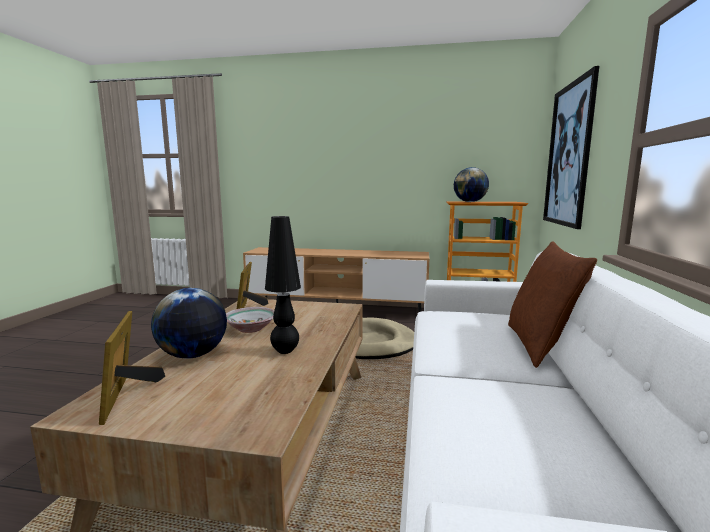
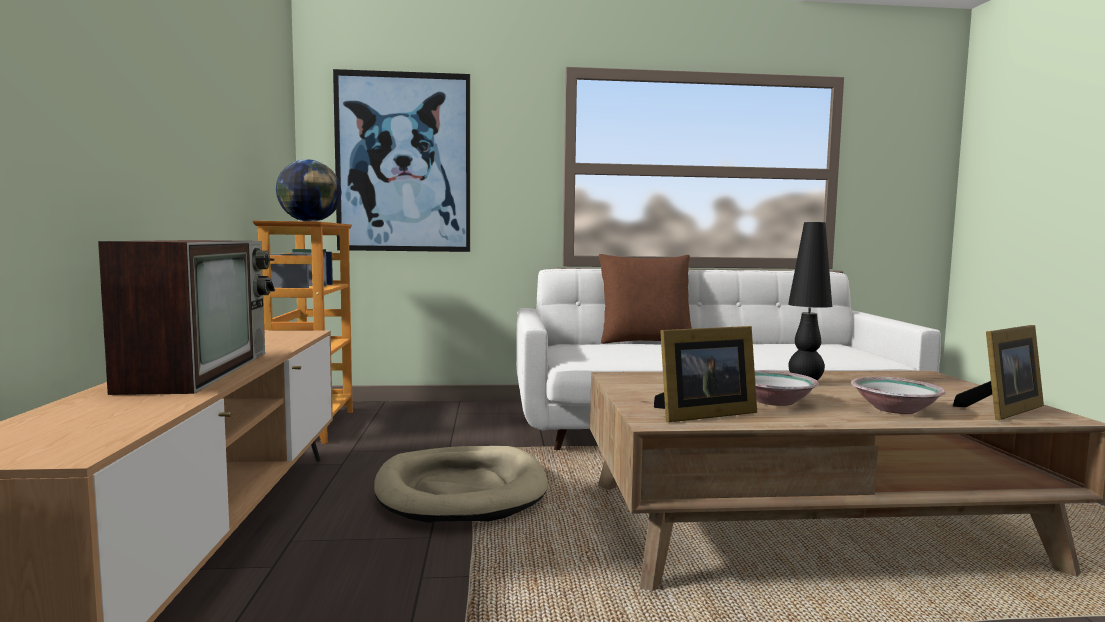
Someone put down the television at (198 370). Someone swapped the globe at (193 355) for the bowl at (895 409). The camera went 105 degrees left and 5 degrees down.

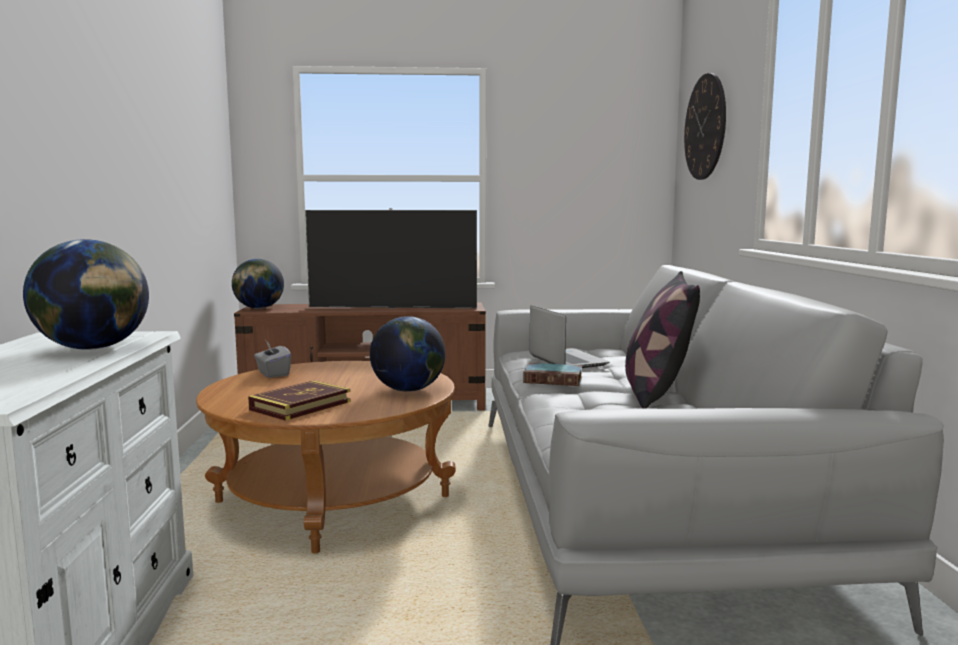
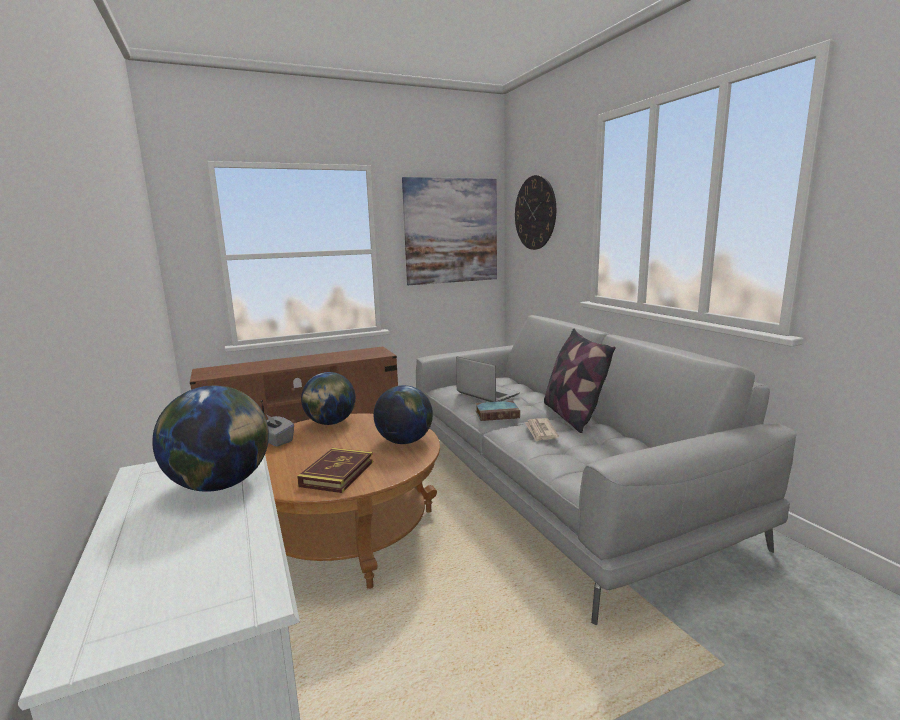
Someone carried the globe from (259 308) to (330 423). Someone put up the picture at (451 231). Someone put down the newspaper at (540 431). Someone took away the television at (392 308). The camera went 20 degrees left and 5 degrees up.

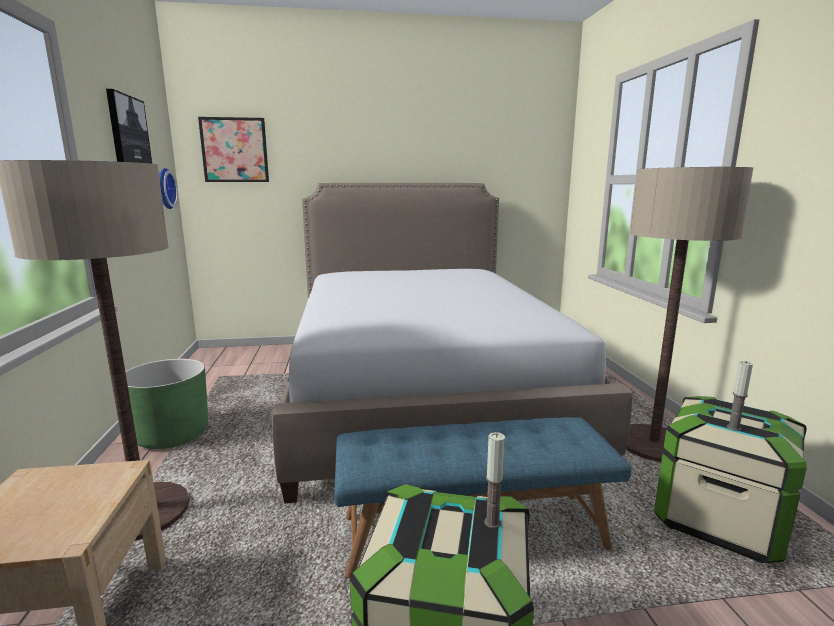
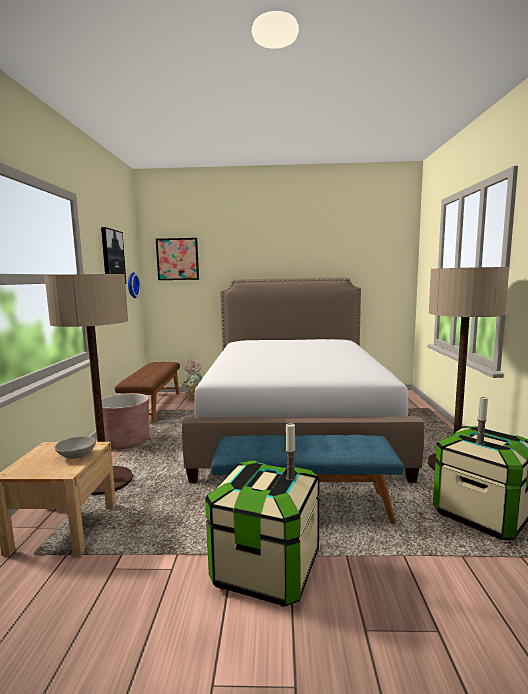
Someone put down the grey bowl at (76 456). Someone repainted the green planter at (171 435), which became the brown planter at (126 442). Someone put down the brown bench at (152 406). Someone put down the potted plant at (193 398). The camera went 10 degrees right and 5 degrees down.

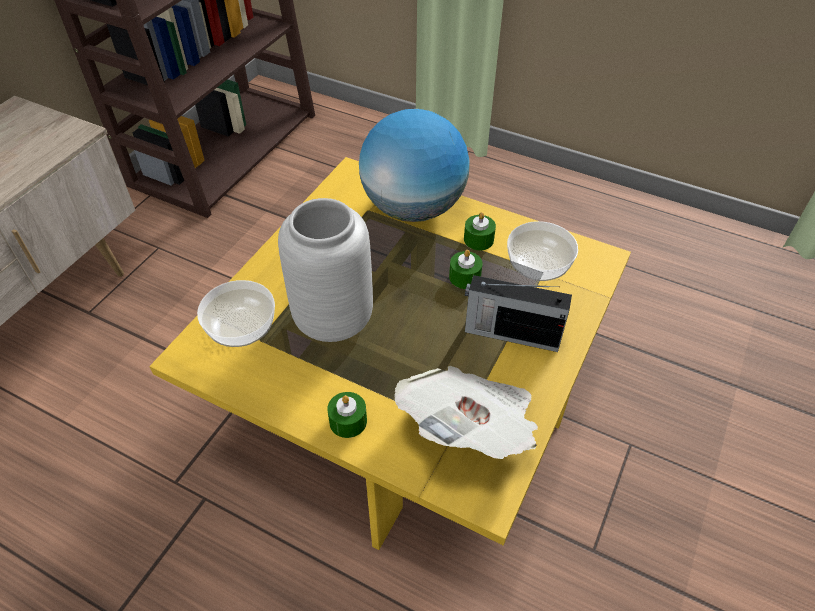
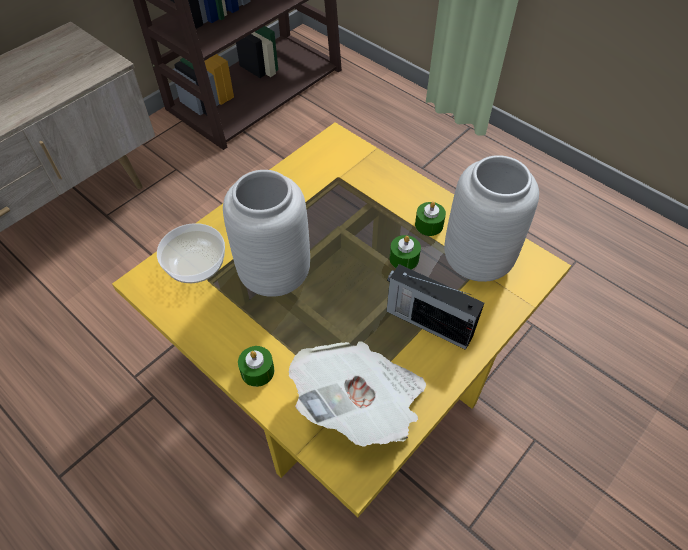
Someone swapped the bowl at (537 264) for the grey vase at (476 259). Someone took away the globe at (414 208). The camera went 15 degrees right and 5 degrees up.

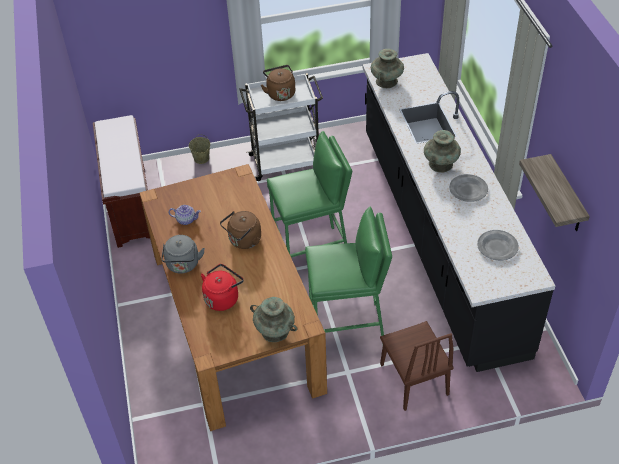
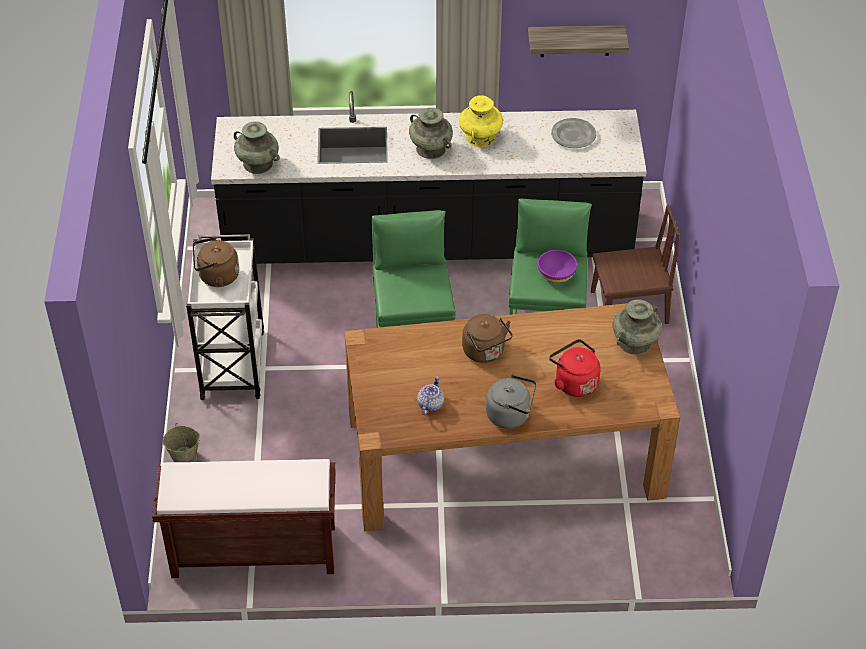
Someone swapped the grey plate at (468 190) for the yellow vase at (480 137). Someone put down the purple bowl at (556 275). The camera went 80 degrees left and 0 degrees up.

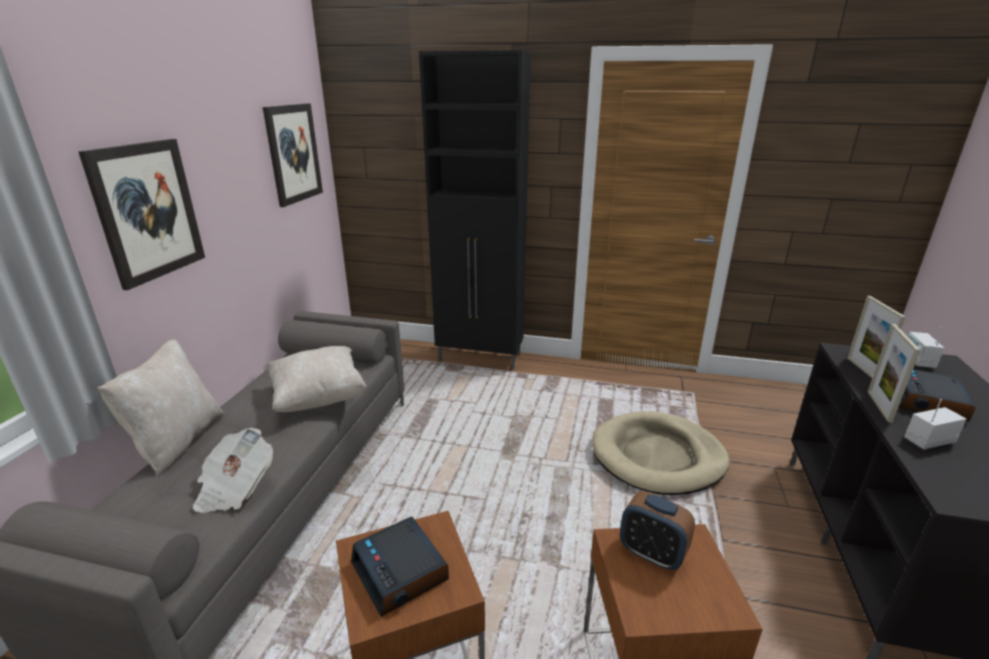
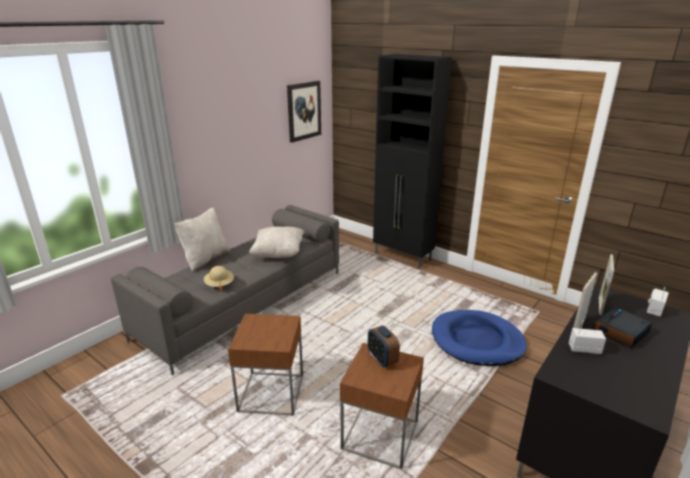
Someone swapped the newspaper at (235 487) for the beige hat at (219 284). Someone repainted the beige dog bed at (658 456), which became the blue dog bed at (477 341). Someone took away the picture at (147 211). Someone took away the alarm clock at (401 572). The camera went 25 degrees right and 0 degrees up.

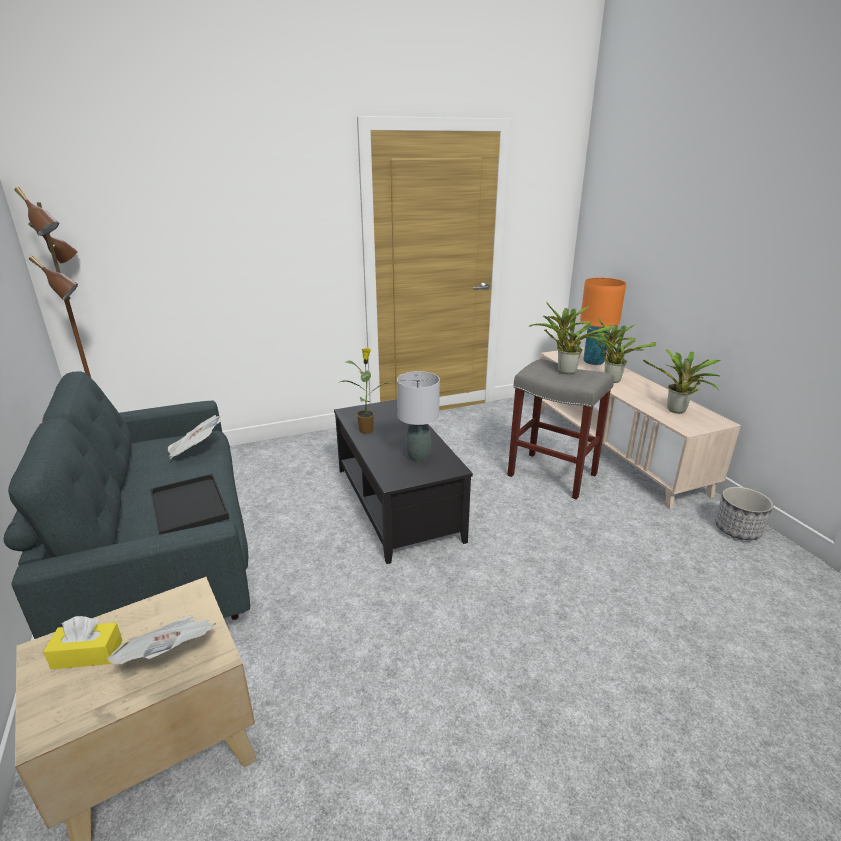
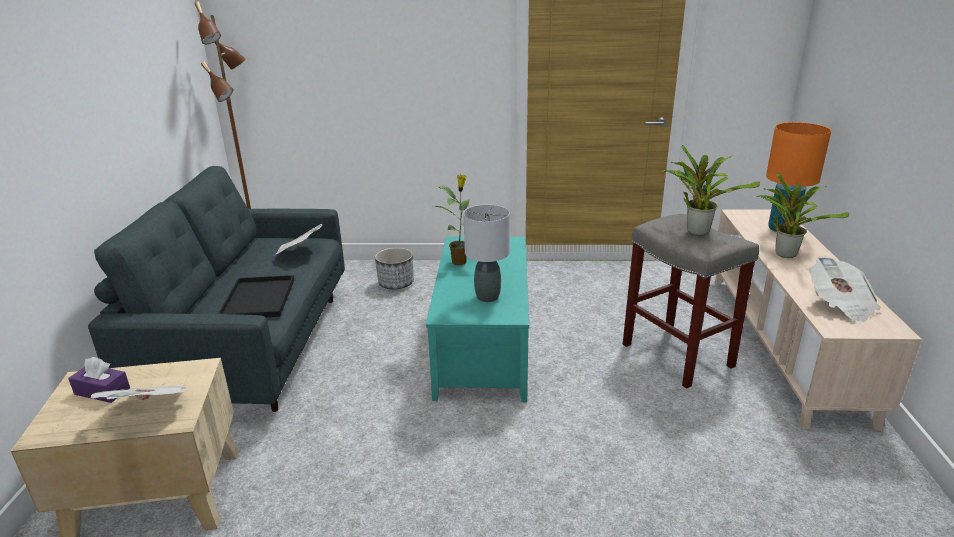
Someone repainted the yellow tissue box at (87 654), which became the purple tissue box at (102 391). Someone carried the planter from (737 530) to (396 283). Someone repainted the black coffee table at (395 503), which became the turquoise coffee table at (481 346). Someone swapped the potted plant at (677 411) for the newspaper at (840 305). The camera went 25 degrees right and 0 degrees up.

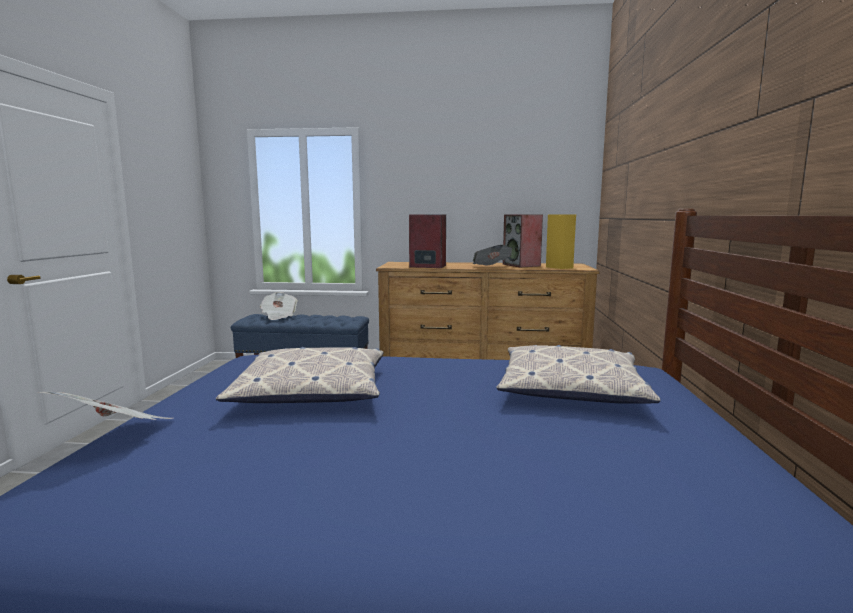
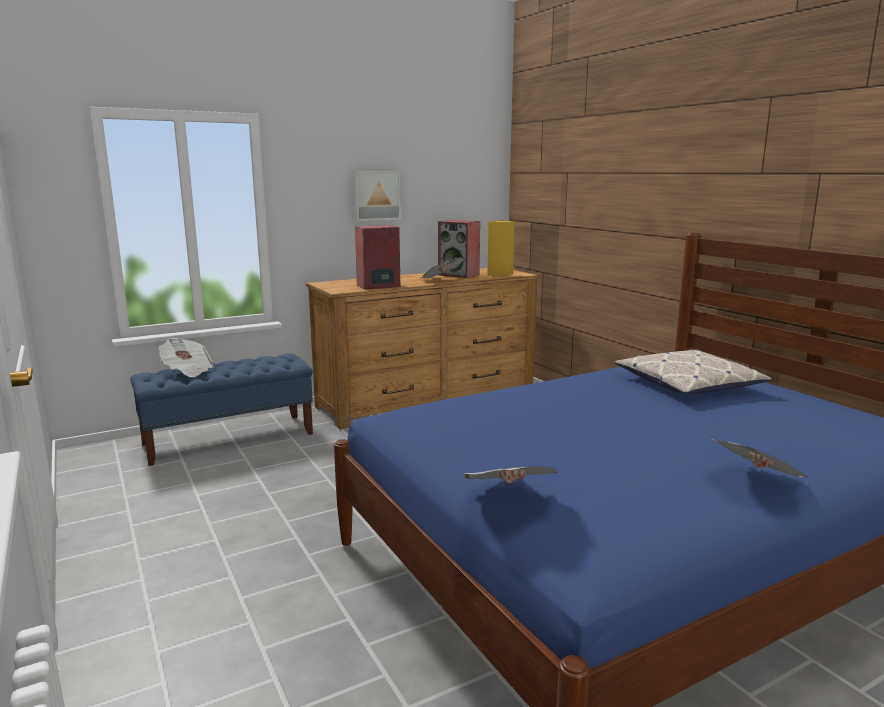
Someone put up the picture at (376 195). Someone put down the newspaper at (759 483). Someone took away the pillow at (312 390). The camera went 35 degrees left and 5 degrees up.

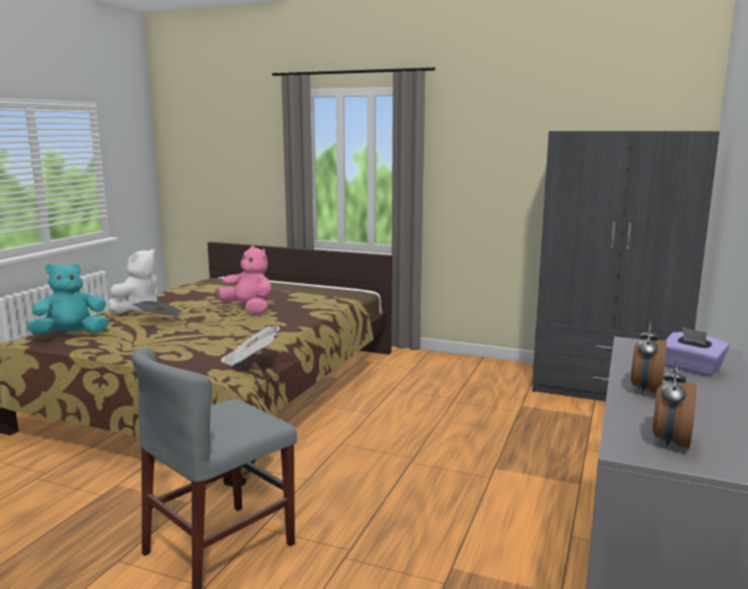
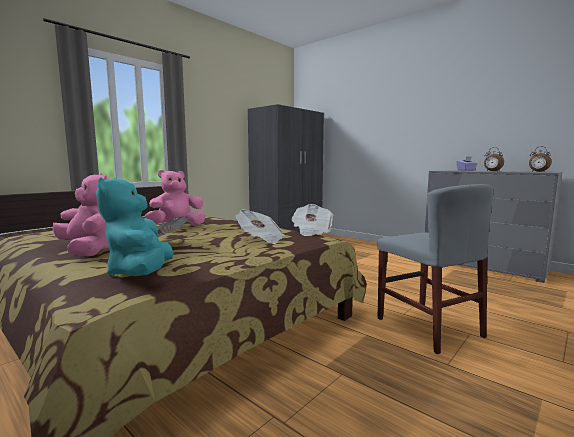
Someone repainted the white plush toy at (138 310), which became the pink plush toy at (88 251). Someone put down the newspaper at (260 239). The camera went 70 degrees left and 5 degrees down.

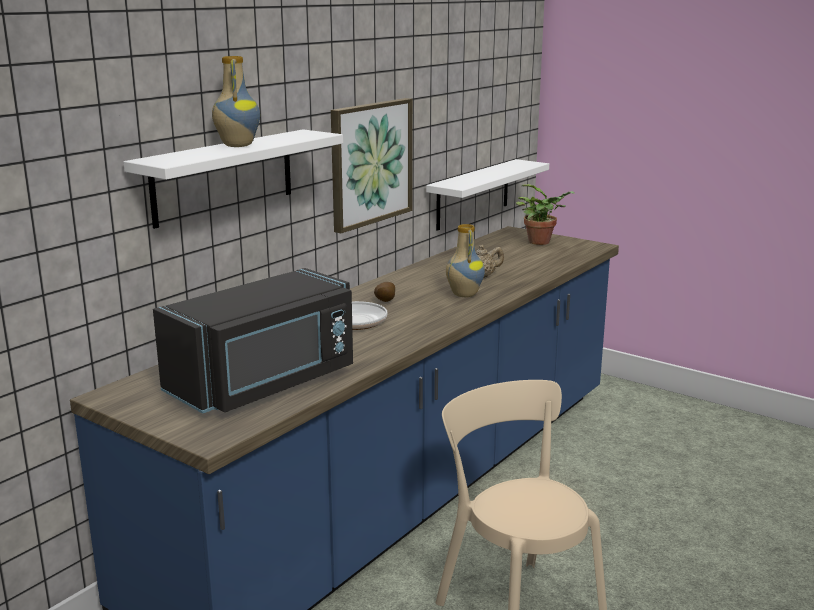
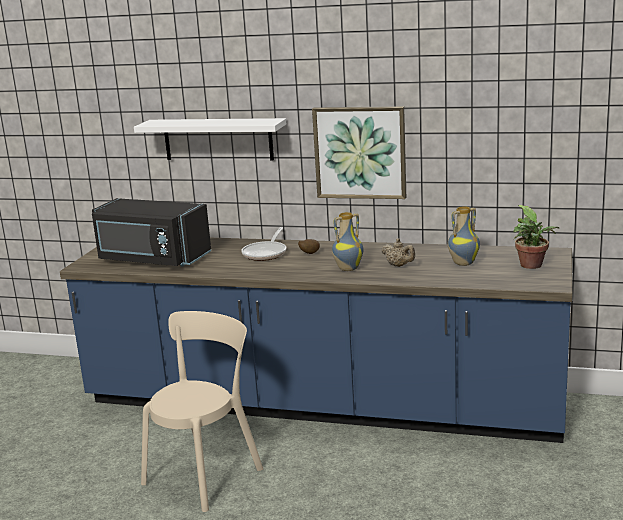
Someone carried the vase from (236 145) to (463 263). Someone took away the white shelf at (473 194). The camera went 70 degrees right and 0 degrees up.

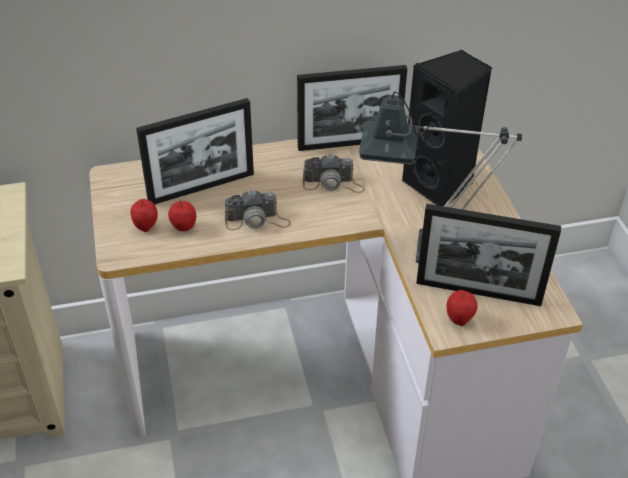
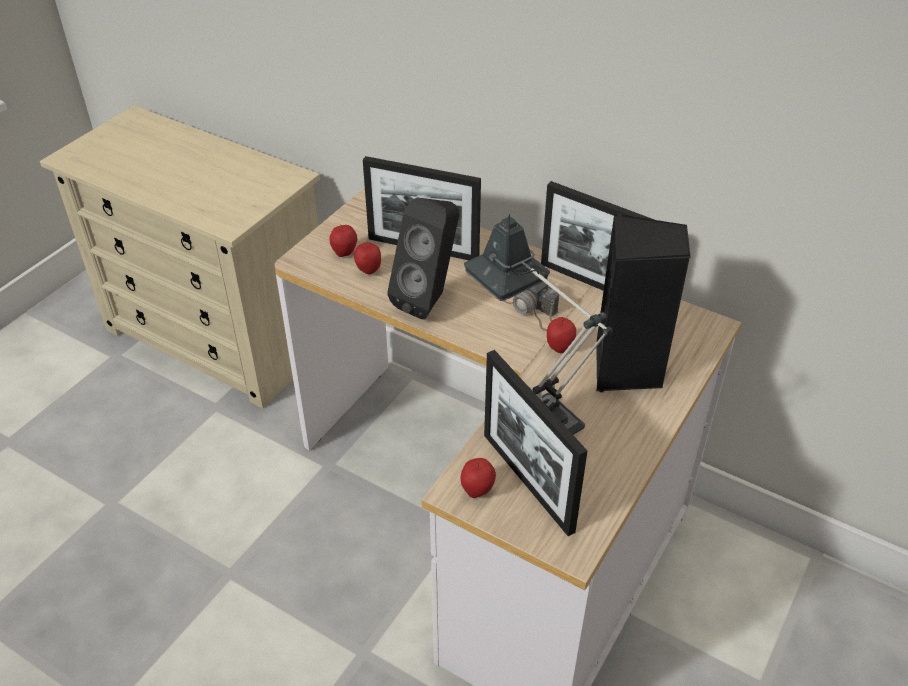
Someone swapped the photo camera at (257 220) for the black speaker at (429 299). Someone put down the apple at (559 348). The camera went 45 degrees right and 0 degrees up.

